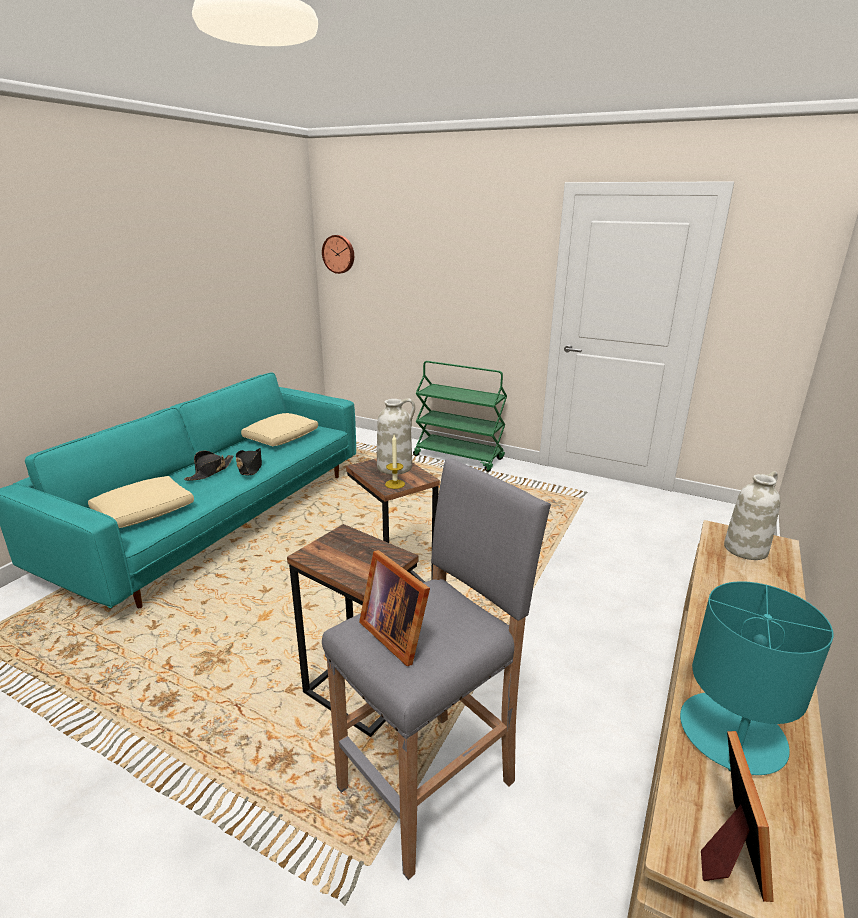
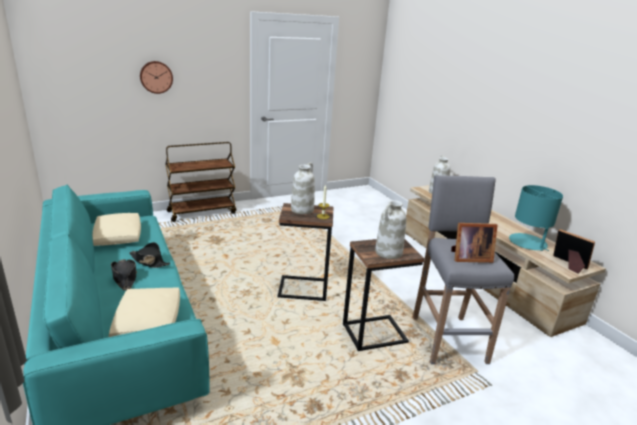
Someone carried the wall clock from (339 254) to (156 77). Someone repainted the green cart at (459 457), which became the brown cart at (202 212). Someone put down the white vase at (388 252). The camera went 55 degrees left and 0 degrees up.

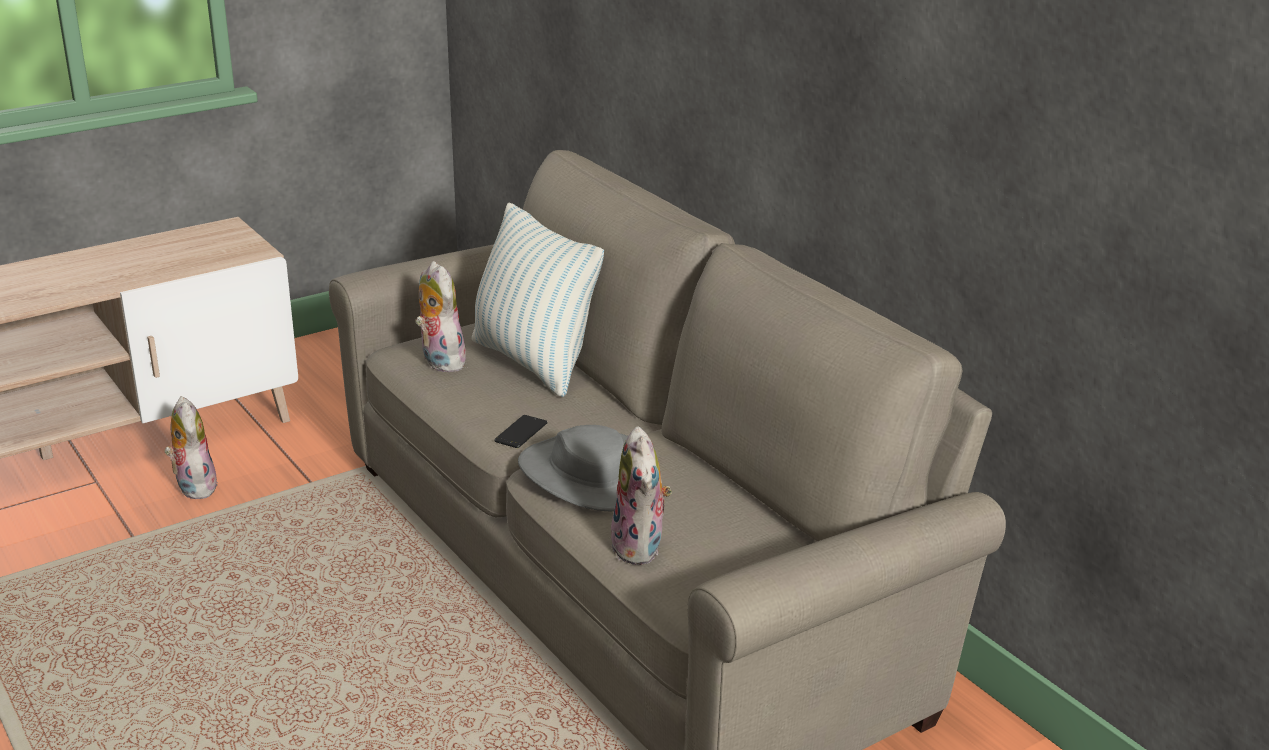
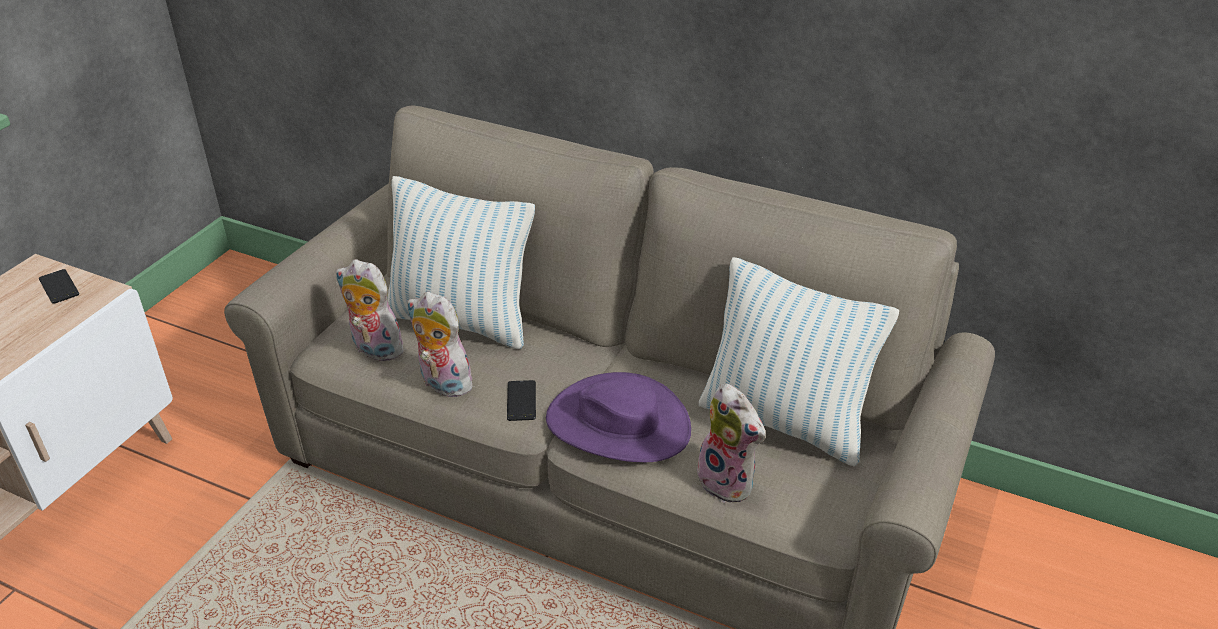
Someone put down the phone at (59 287). Someone carried the plush toy from (193 486) to (442 384). Someone repainted the grey hat at (587 474), which became the purple hat at (618 423). Someone put down the pillow at (784 421). The camera went 30 degrees left and 10 degrees up.

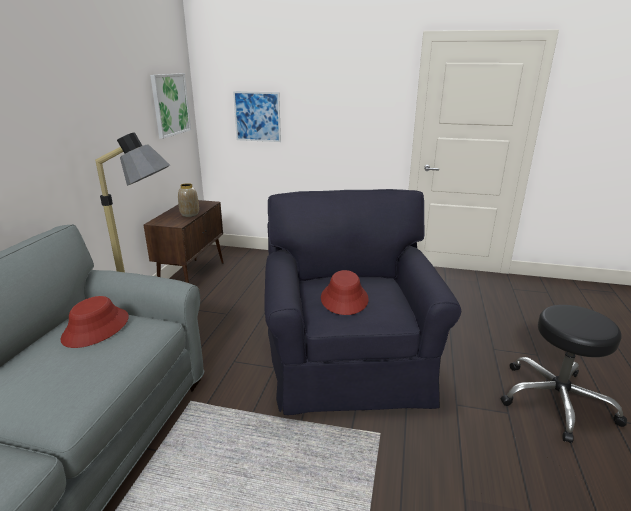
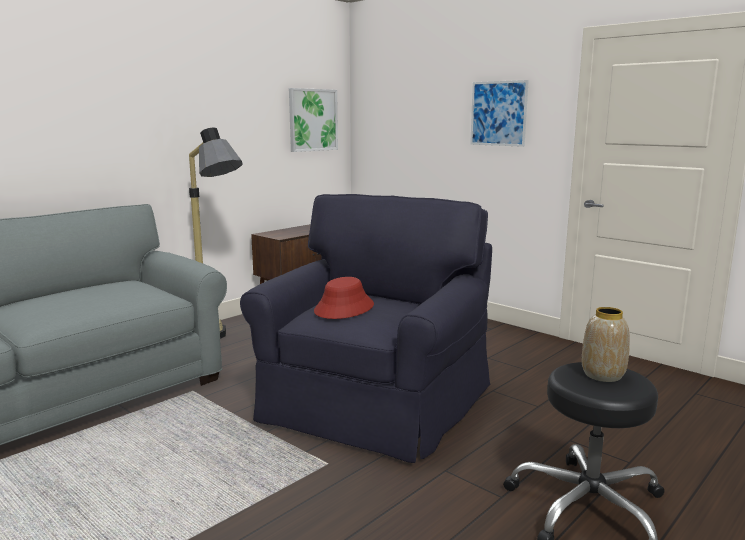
Someone carried the picture from (257 116) to (498 113). Someone carried the vase from (190 214) to (603 375). Someone took away the red hat at (96 328). The camera went 30 degrees right and 10 degrees down.

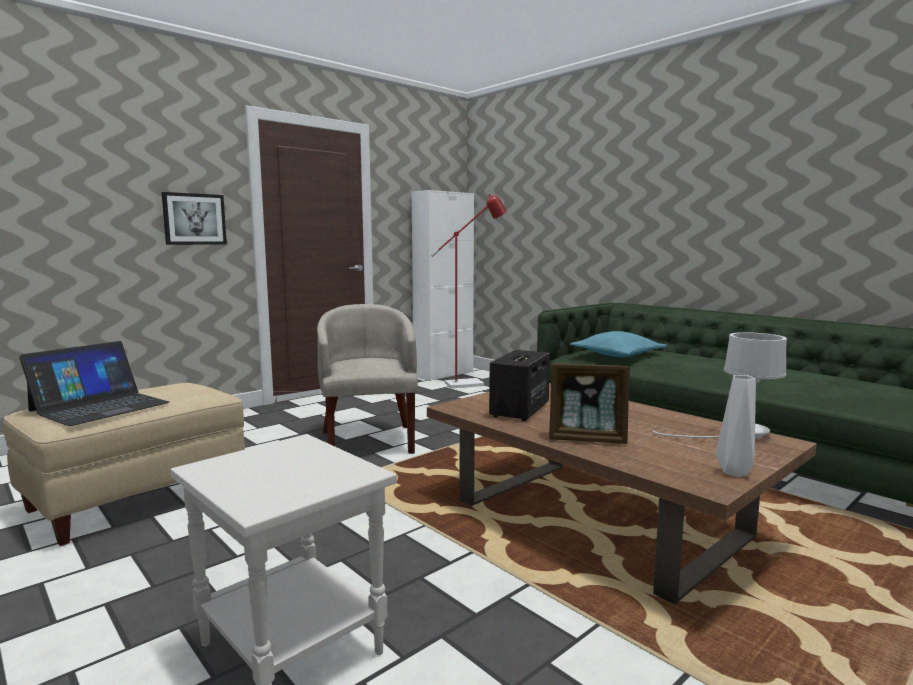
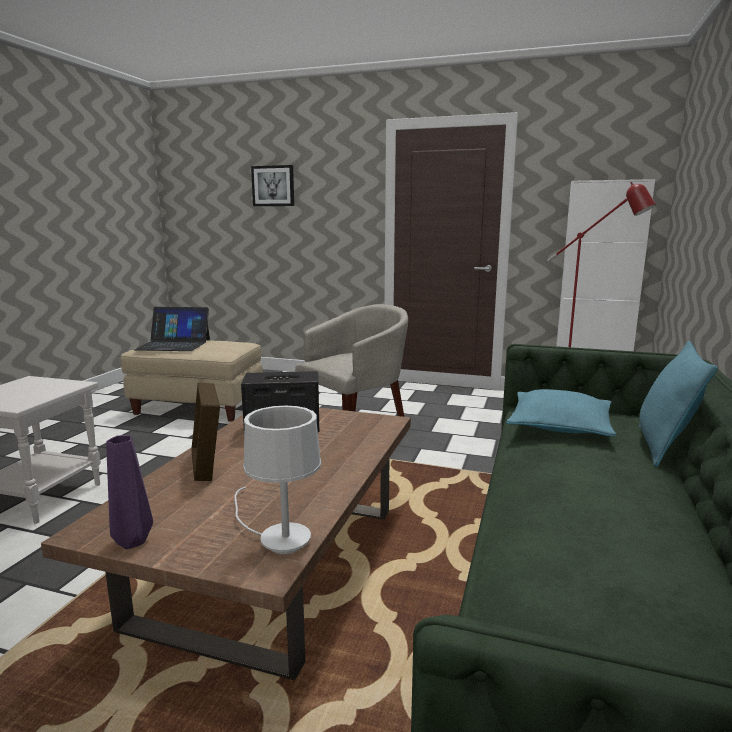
Someone repainted the white vase at (736 473), which became the purple vase at (130 542). Someone carried the picture from (194 219) to (273 186). Someone put down the turquoise pillow at (663 447). The camera went 60 degrees right and 5 degrees up.

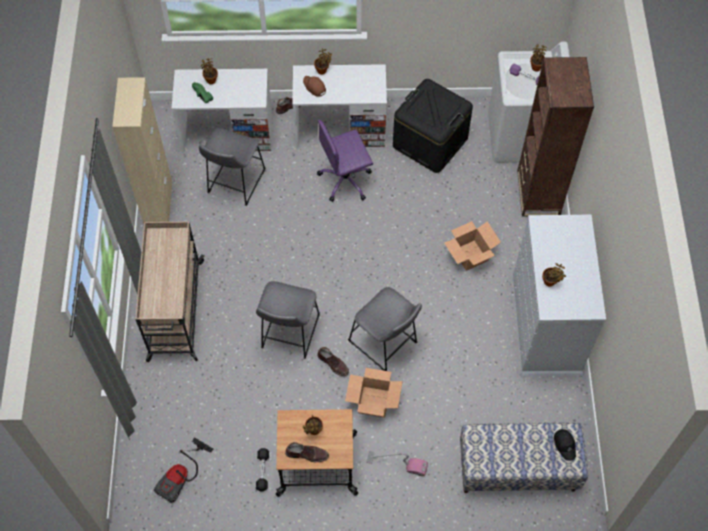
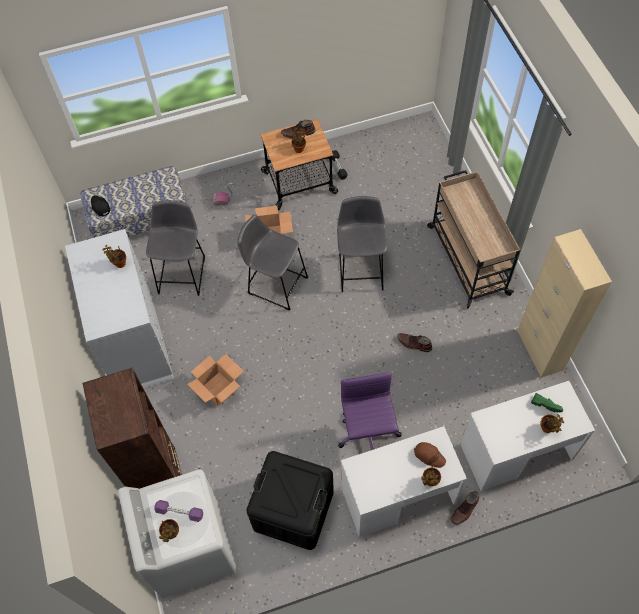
Someone carried the grey stool from (234 183) to (182 272). Someone rotated the purple office chair at (346 180) by 60 degrees counterclockwise. Someone carried the brown boot from (333 363) to (414 344). Someone took away the vacuum cleaner at (182 478). The camera went 165 degrees right and 0 degrees up.

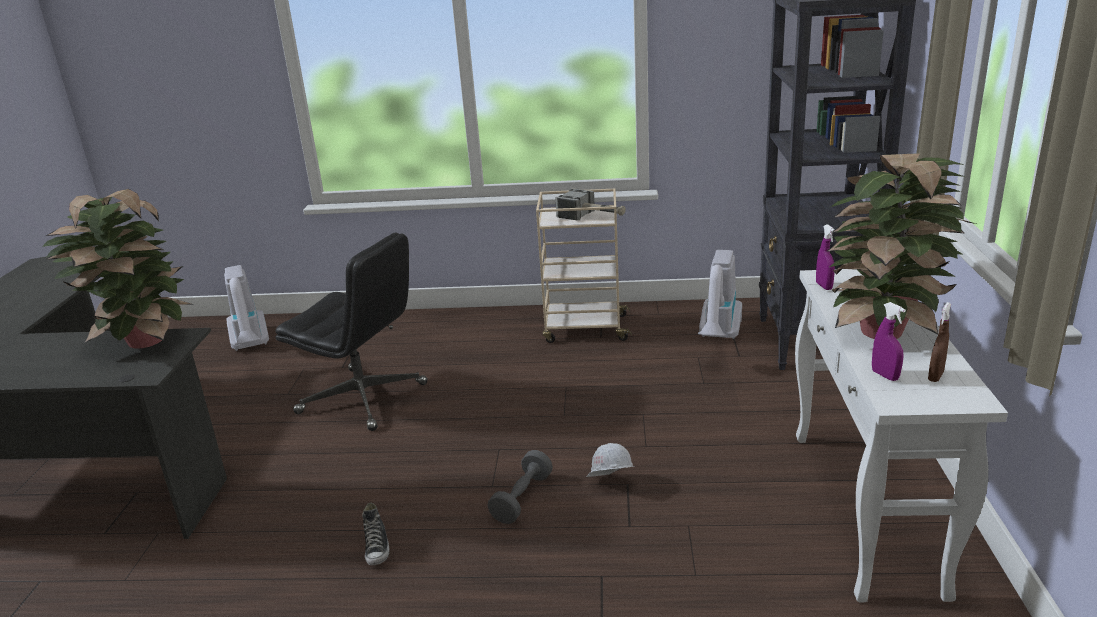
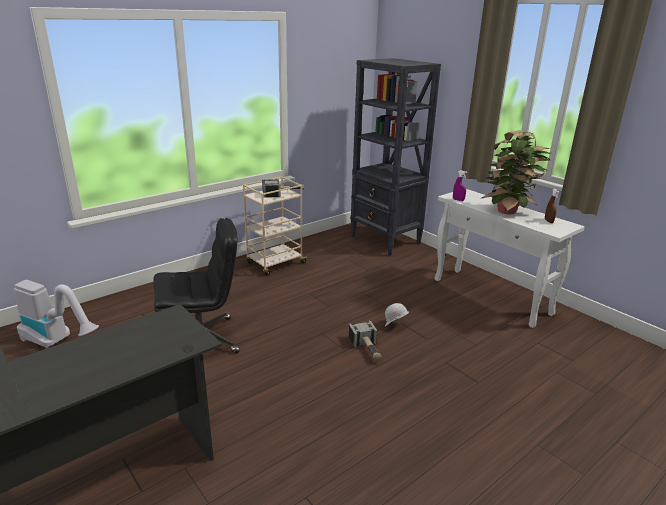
Someone swapped the grey dumbbell at (522 498) for the hammer at (367 349). Someone took away the potted plant at (142 342). Someone took away the shoe at (377 547). Someone took away the vacuum cleaner at (718 338). Someone took away the purple spray bottle at (885 375). The camera went 45 degrees left and 0 degrees up.

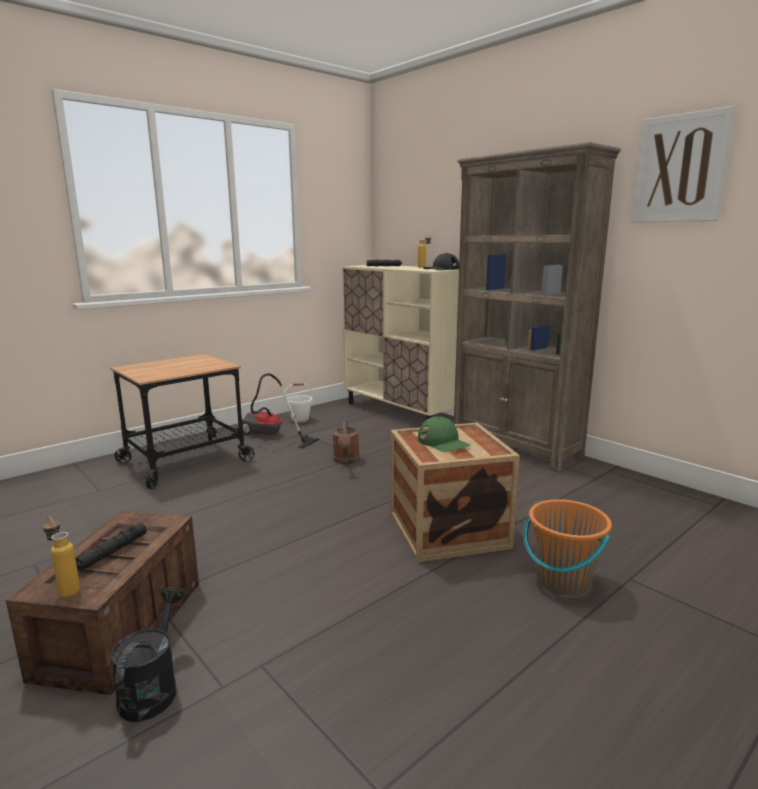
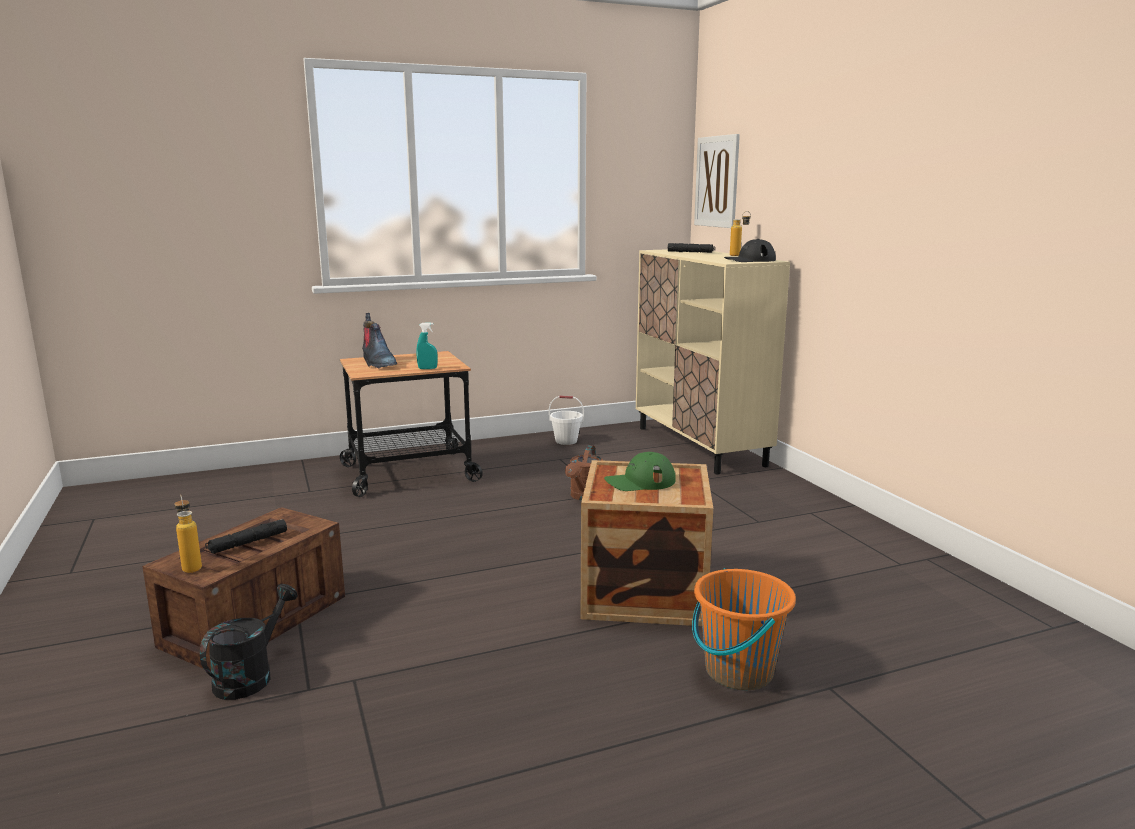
Someone put down the boot at (378 363). Someone put down the turquoise spray bottle at (427 368). Someone rotated the green cap at (443 442) by 90 degrees clockwise. Someone carried the picture from (679 168) to (717 181). Someone took away the vacuum cleaner at (270 436). Someone took away the brown bookcase at (515 447). The camera went 20 degrees right and 0 degrees up.

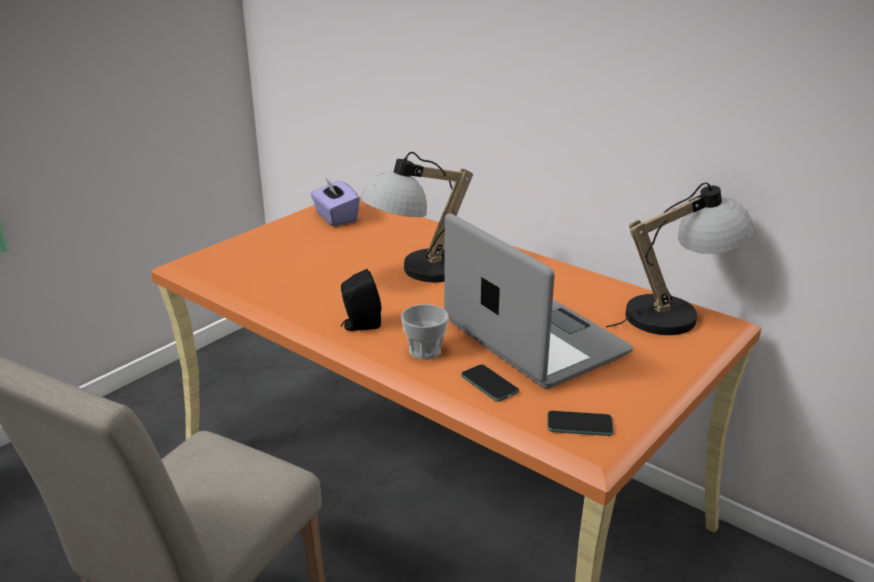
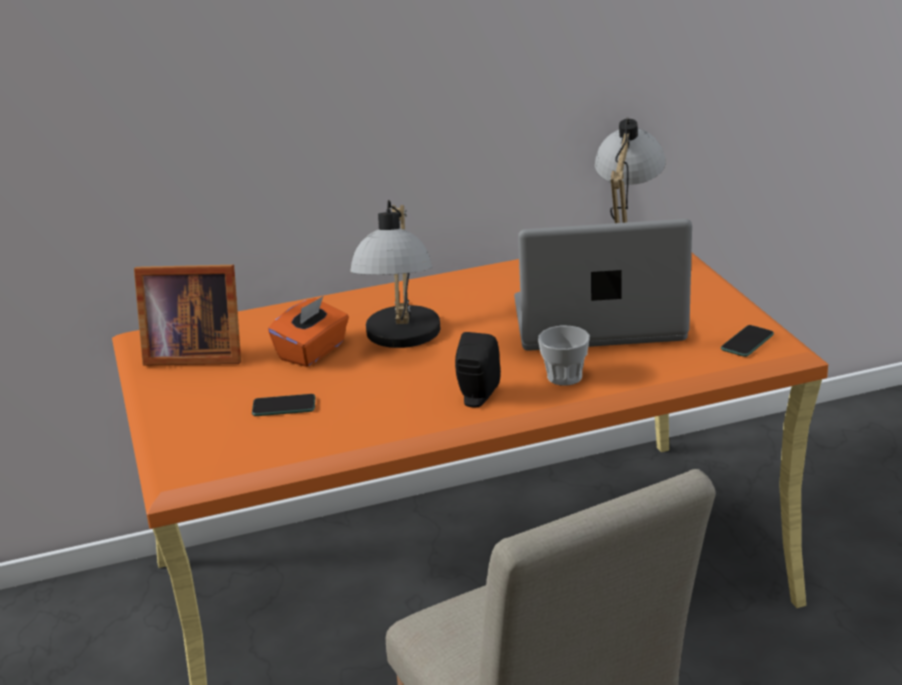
Someone swapped the purple tissue box at (335 217) for the picture frame at (193 354). Someone carried the phone from (489 384) to (284 406). Someone put down the orange tissue box at (312 352). The camera went 55 degrees left and 0 degrees up.

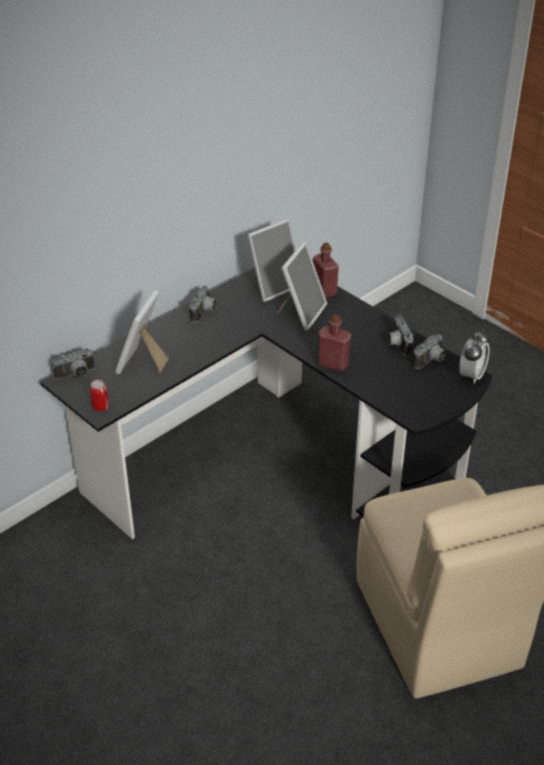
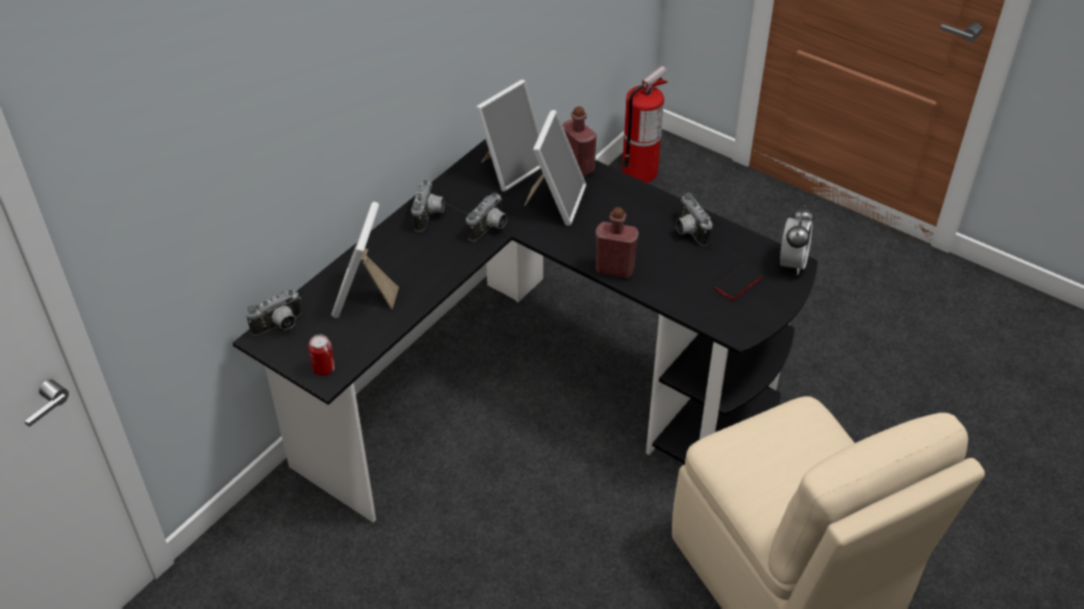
Someone carried the photo camera from (430 361) to (490 229). Someone put down the fire extinguisher at (640 172). Someone put down the phone at (738 283). The camera went 10 degrees left and 5 degrees up.

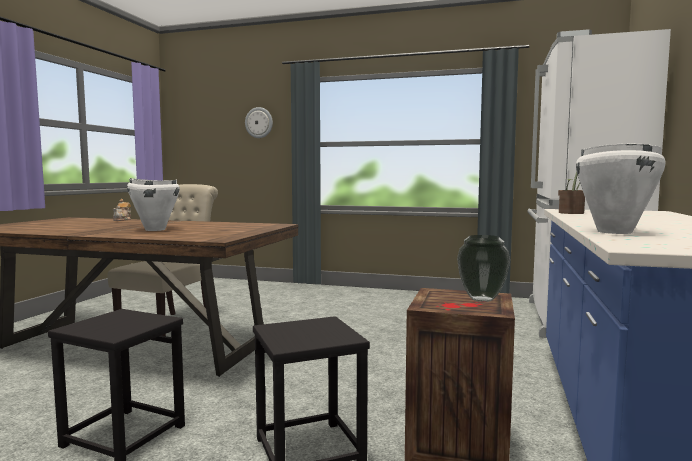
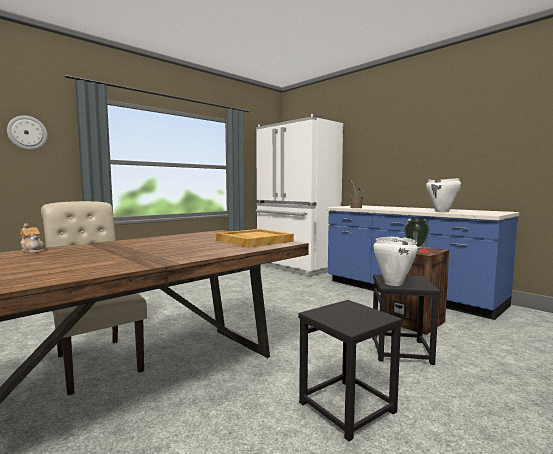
Someone put down the beige tray at (253 241). Someone carried the white cooking pot from (155 229) to (393 283). The camera went 60 degrees left and 0 degrees up.

